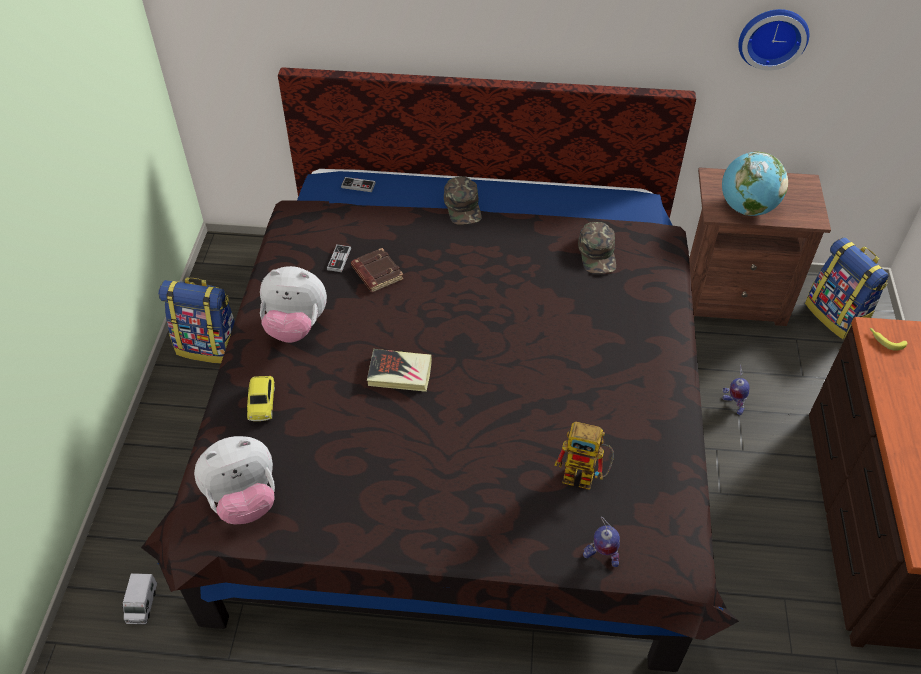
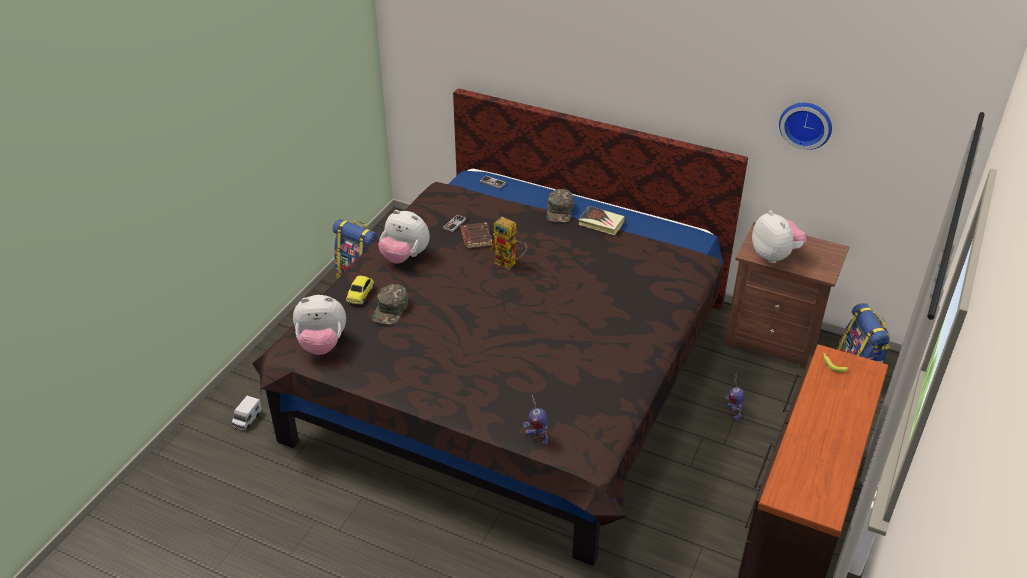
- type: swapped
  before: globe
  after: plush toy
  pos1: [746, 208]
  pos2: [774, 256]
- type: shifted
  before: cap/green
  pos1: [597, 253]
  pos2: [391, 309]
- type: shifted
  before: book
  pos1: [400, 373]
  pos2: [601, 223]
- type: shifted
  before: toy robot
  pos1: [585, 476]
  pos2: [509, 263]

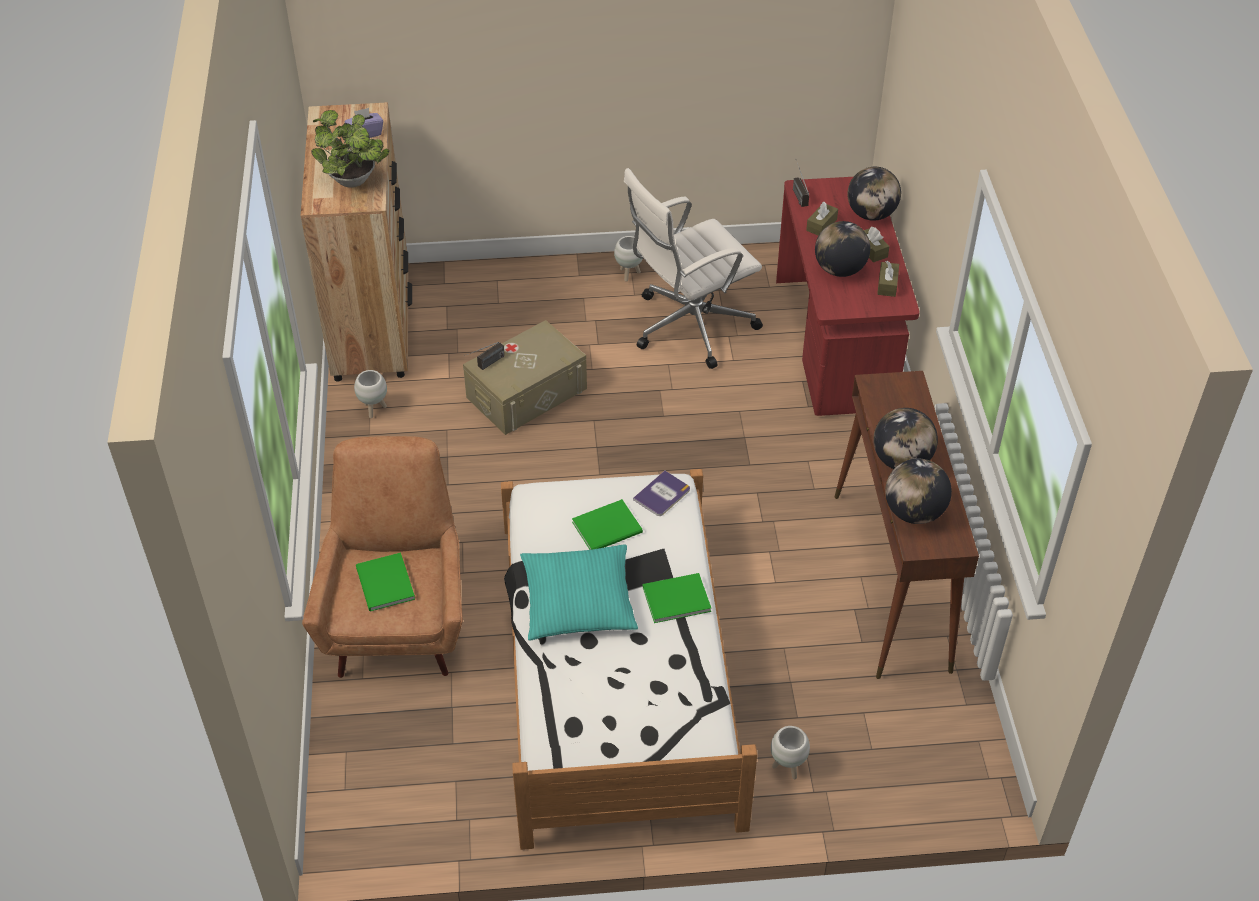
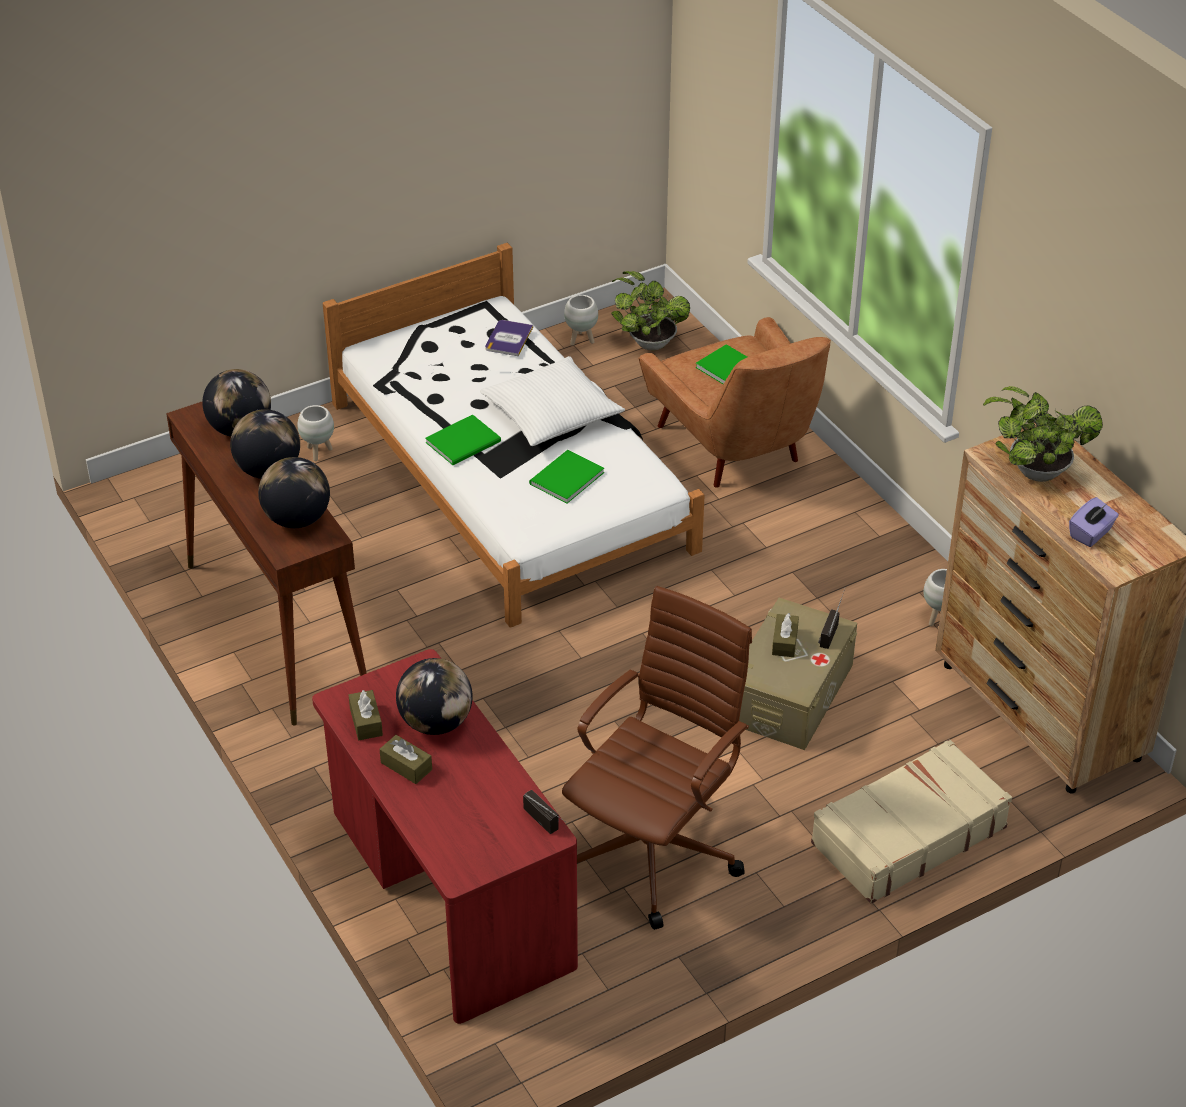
- type: shifted
  before: globe
  pos1: [871, 214]
  pos2: [297, 519]
- type: repainted
  before: office chair/white
  after: office chair/brown
  pos1: [689, 326]
  pos2: [654, 850]
- type: shifted
  before: tissue box/brown
  pos1: [821, 225]
  pos2: [784, 642]
- type: shifted
  before: planter/white
  pos1: [629, 274]
  pos2: [581, 340]
- type: shifted
  before: book
  pos1: [662, 494]
  pos2: [508, 338]
- type: repainted
  before: pillow/turquoise
  after: pillow/white
  pos1: [578, 601]
  pos2: [551, 414]
- type: new
  after: potted plant
  pos2: [649, 342]
- type: new
  after: suitcase/beige
  pos2: [907, 835]

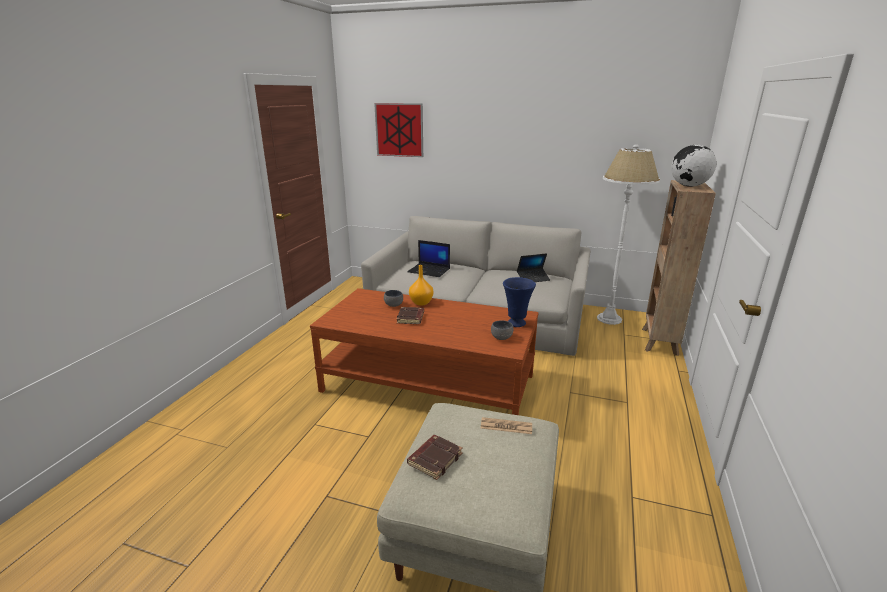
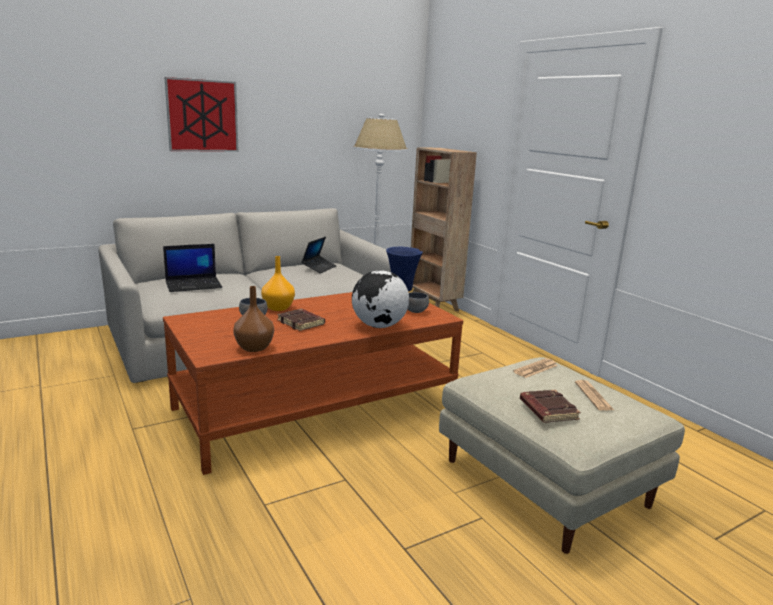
- type: shifted
  before: picture
  pos1: [399, 130]
  pos2: [202, 116]
- type: shifted
  before: globe
  pos1: [688, 186]
  pos2: [379, 326]
- type: new
  after: vase/brown
  pos2: [253, 348]
- type: new
  after: newspaper
  pos2: [593, 396]

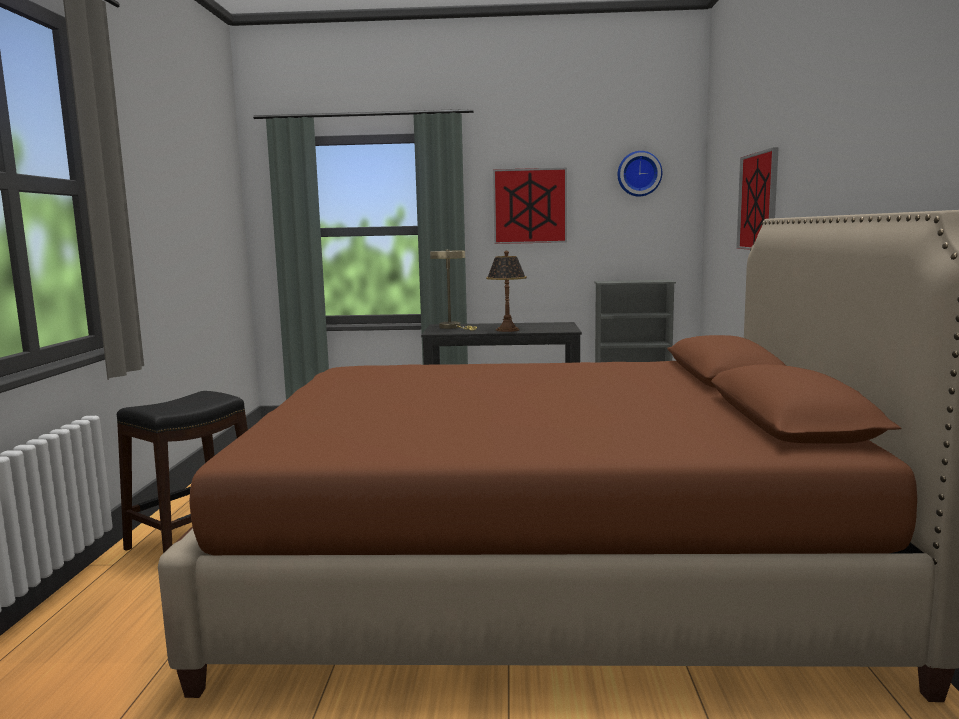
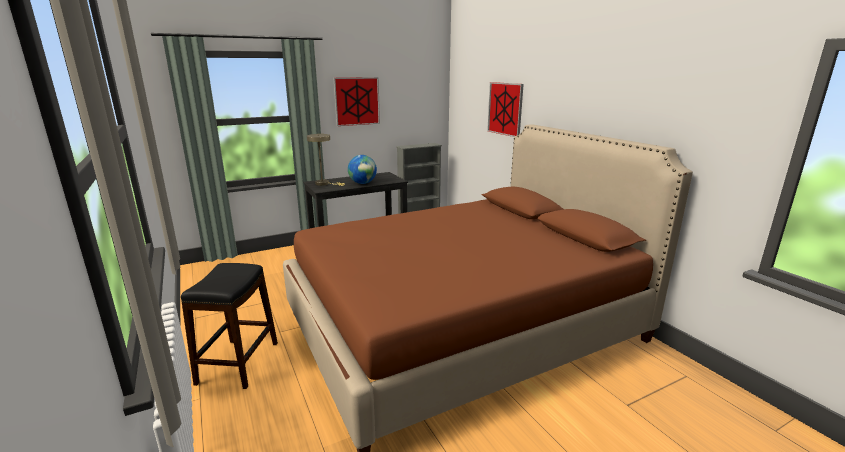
- type: gone
  before: wall clock
  pos1: [639, 174]
- type: swapped
  before: table lamp
  after: globe
  pos1: [507, 330]
  pos2: [363, 183]

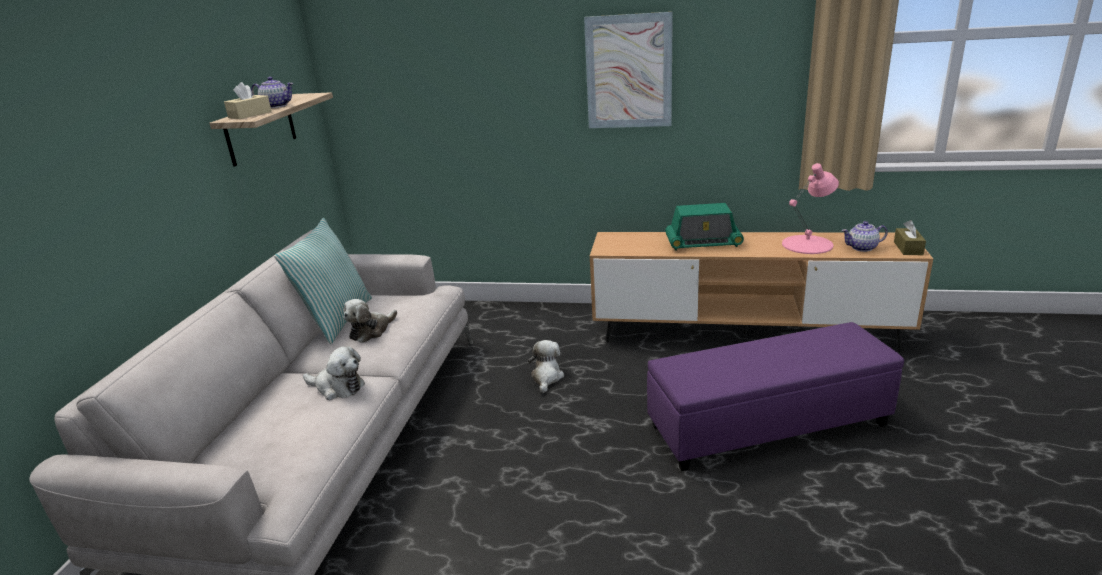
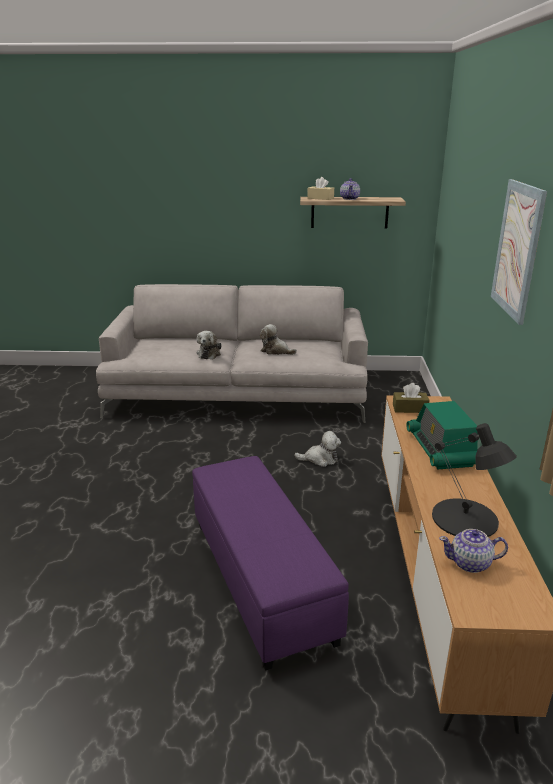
- type: repainted
  before: table lamp/pink
  after: table lamp/black
  pos1: [808, 244]
  pos2: [465, 519]
- type: gone
  before: pillow
  pos1: [336, 320]
- type: shifted
  before: tissue box/brown
  pos1: [908, 248]
  pos2: [410, 408]
- type: rotated
  before: teapot
  pos1: [862, 248]
  pos2: [470, 563]
  turn: -75

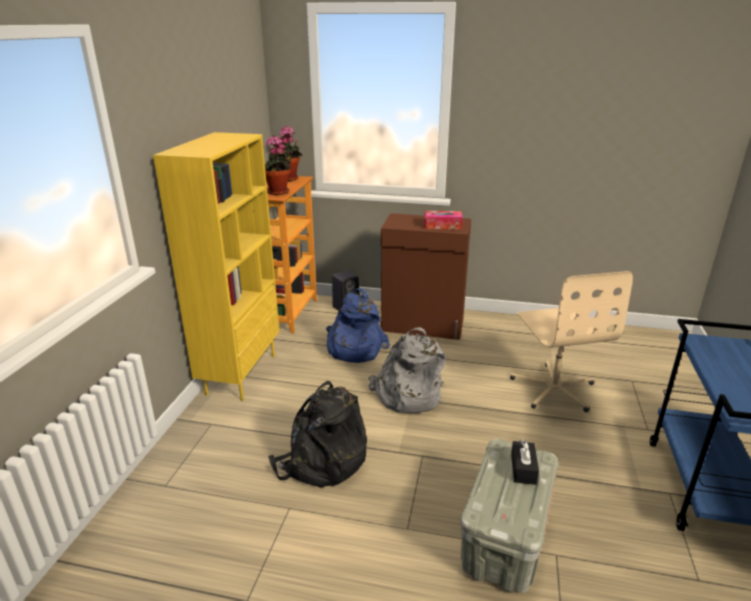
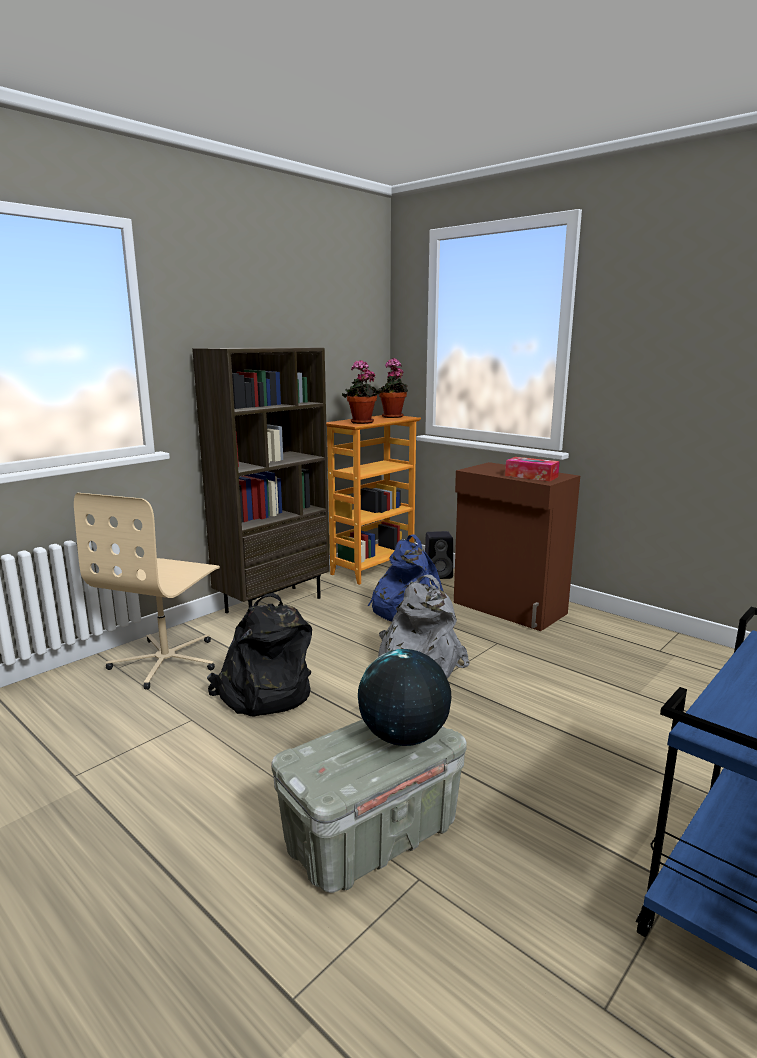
- type: repainted
  before: bookcase/yellow
  after: bookcase/brown
  pos1: [241, 374]
  pos2: [273, 604]
- type: shifted
  before: office chair/beige
  pos1: [553, 388]
  pos2: [167, 661]
- type: swapped
  before: tissue box/black
  after: globe
  pos1: [523, 469]
  pos2: [403, 737]

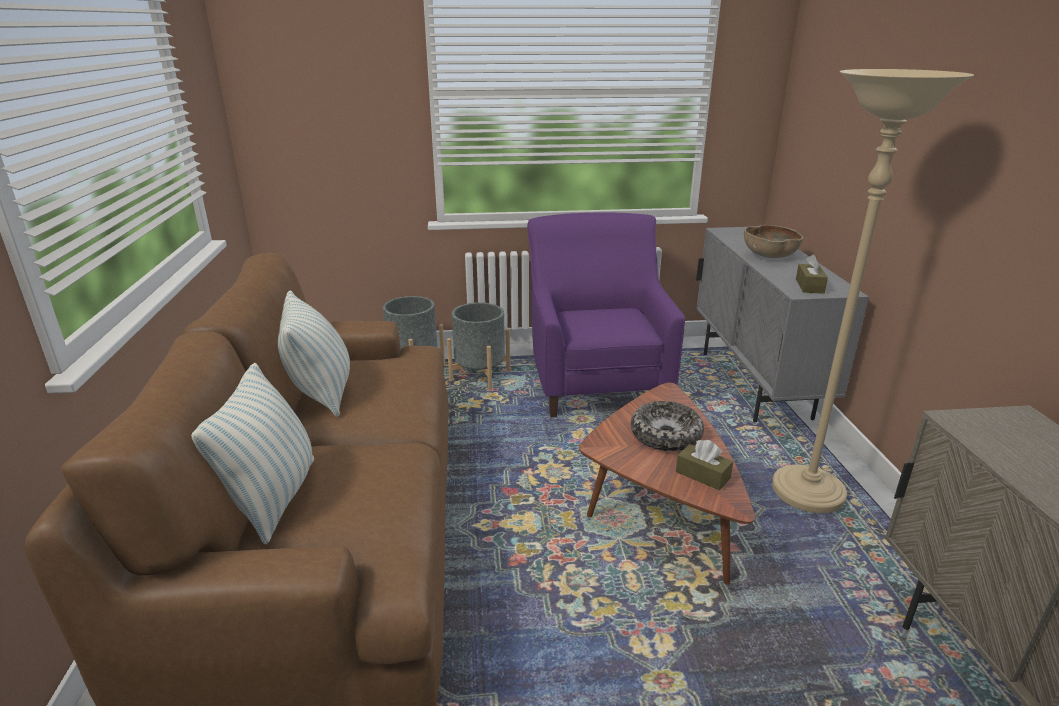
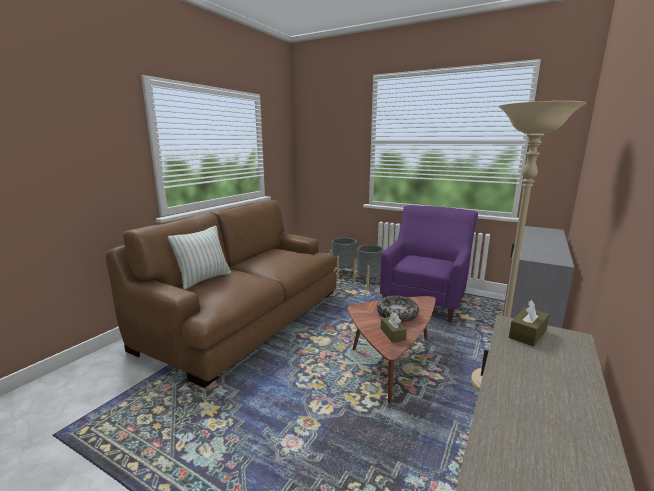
- type: gone
  before: bowl/brown
  pos1: [769, 256]
- type: shifted
  before: tissue box/brown
  pos1: [809, 286]
  pos2: [527, 334]
- type: gone
  before: pillow
  pos1: [321, 393]

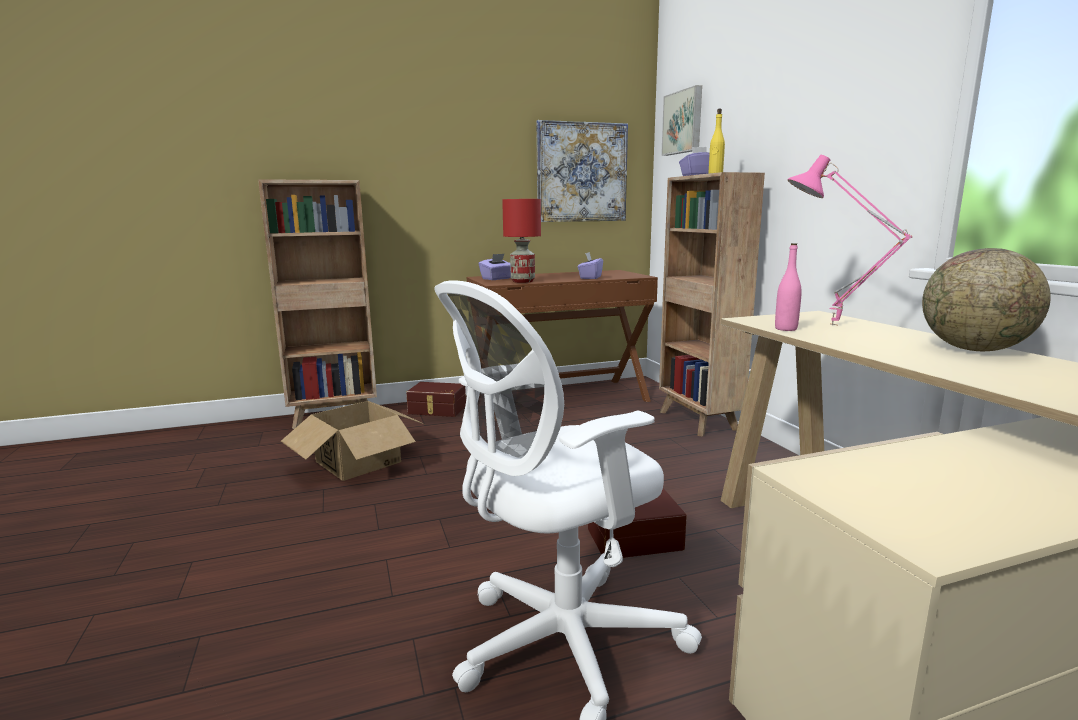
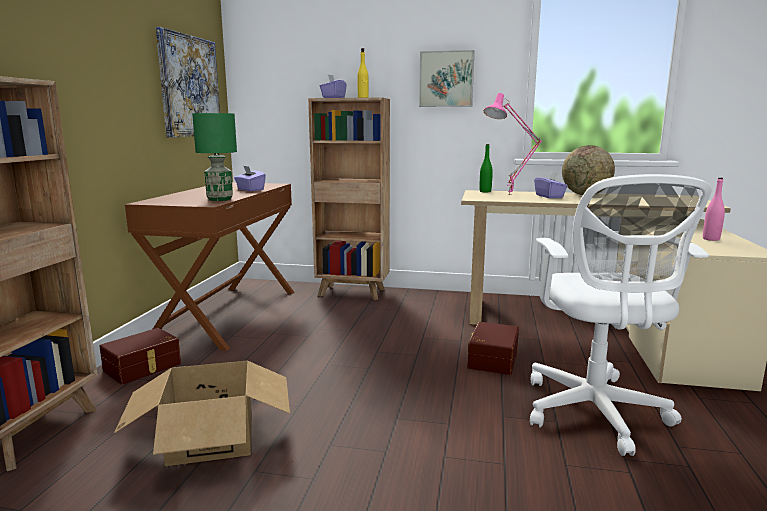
- type: shifted
  before: picture
  pos1: [683, 122]
  pos2: [446, 79]
- type: repainted
  before: table lamp/red
  after: table lamp/green
  pos1: [523, 281]
  pos2: [220, 199]
- type: shifted
  before: bottle/pink
  pos1: [785, 329]
  pos2: [711, 239]
- type: shifted
  before: tissue box/purple
  pos1: [497, 279]
  pos2: [549, 196]
- type: new
  after: bottle/green
  pos2: [485, 191]

